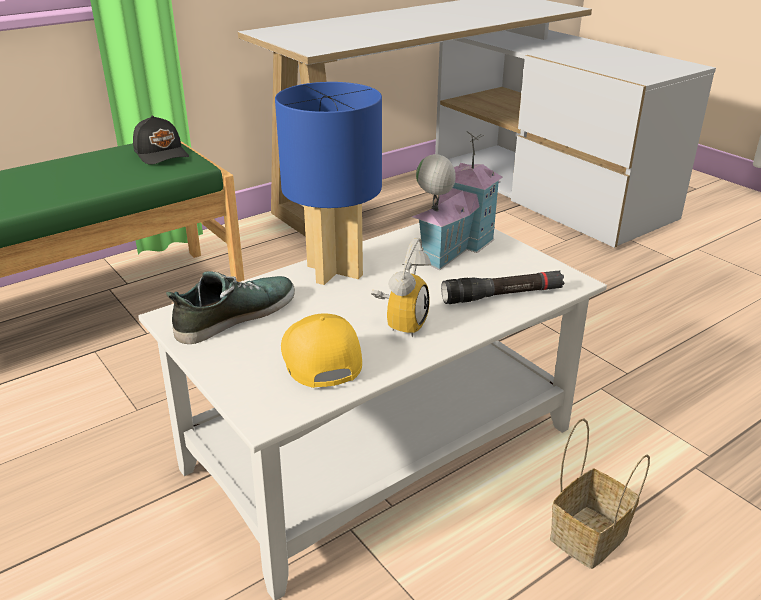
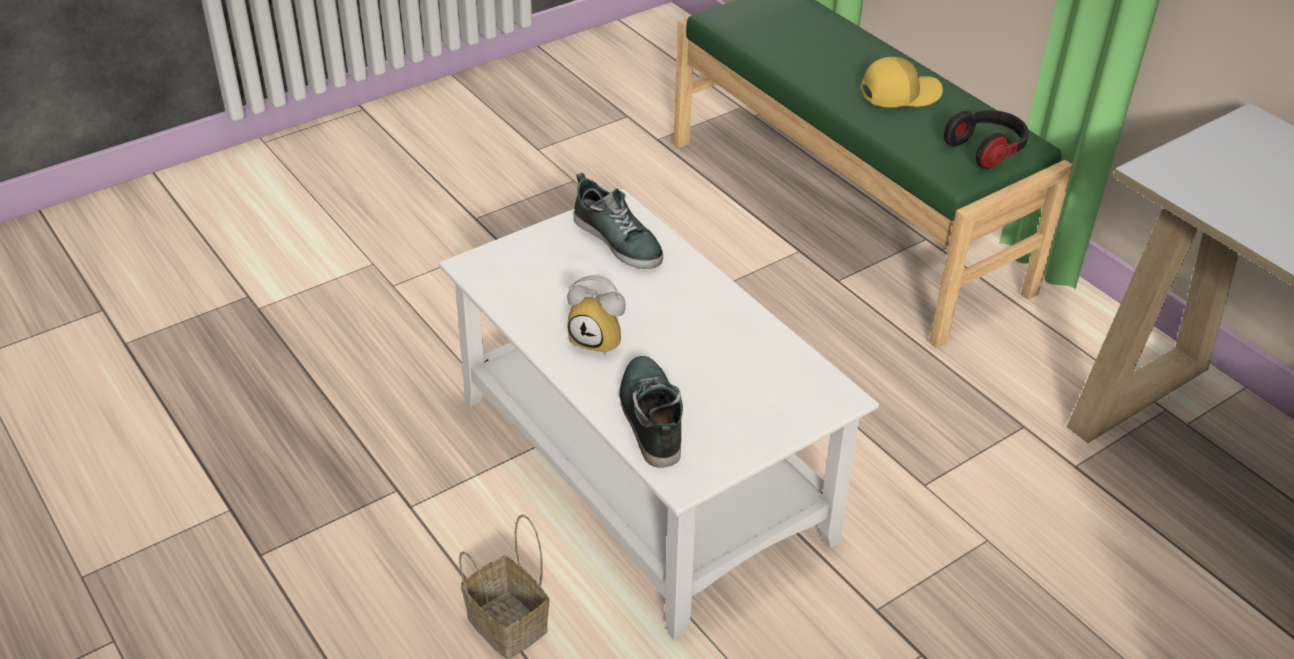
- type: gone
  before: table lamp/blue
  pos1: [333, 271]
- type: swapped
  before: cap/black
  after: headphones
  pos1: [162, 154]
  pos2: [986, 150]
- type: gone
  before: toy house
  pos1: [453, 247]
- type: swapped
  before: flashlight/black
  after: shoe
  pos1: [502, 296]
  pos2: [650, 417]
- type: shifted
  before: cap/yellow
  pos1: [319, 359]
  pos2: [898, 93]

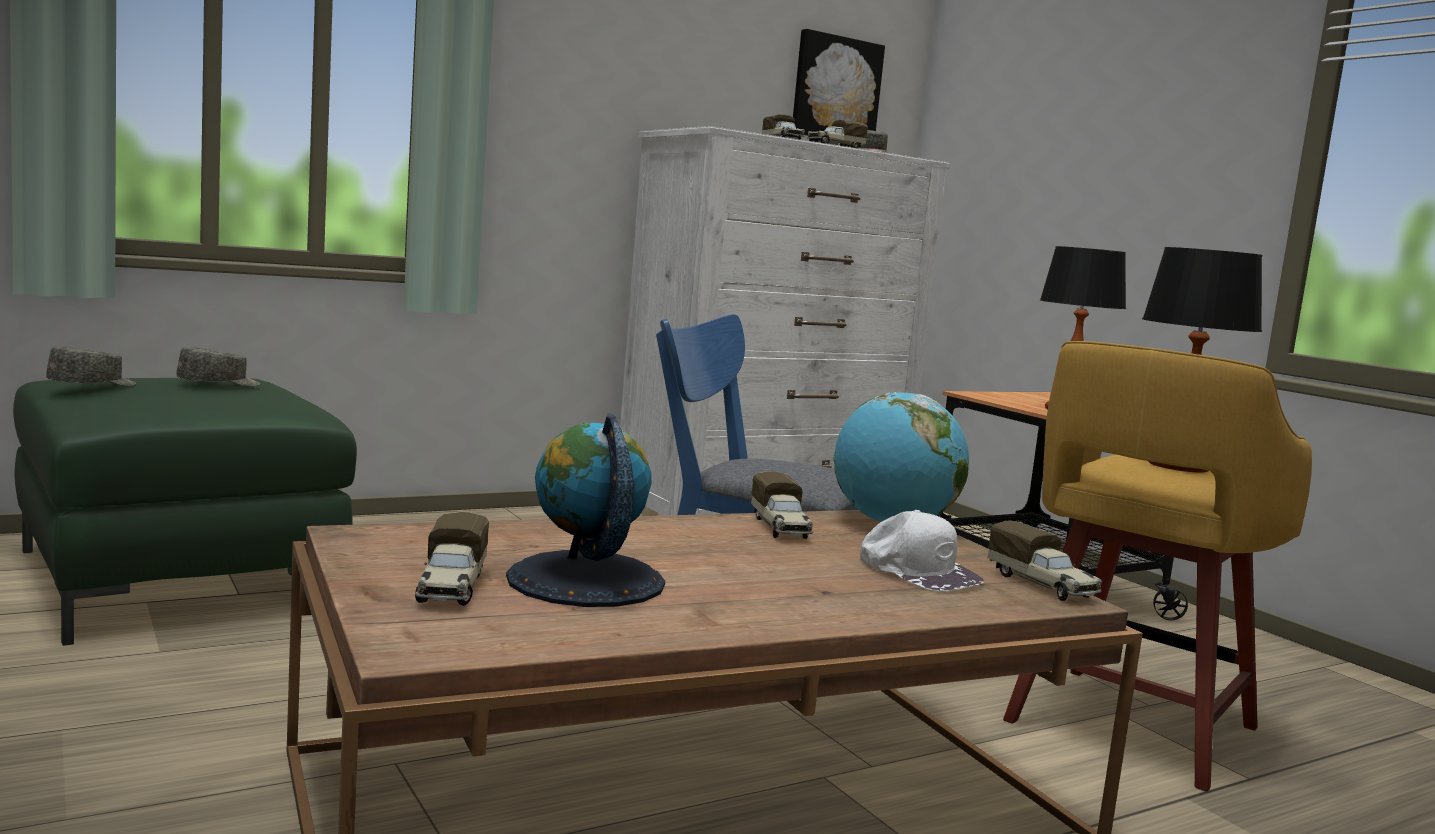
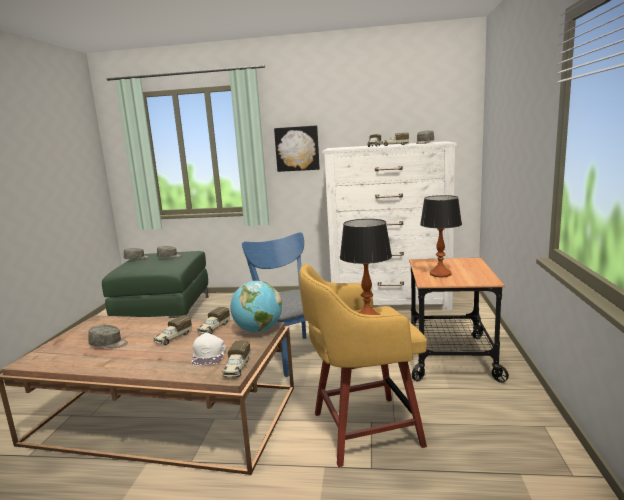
- type: shifted
  before: picture
  pos1: [835, 89]
  pos2: [297, 148]
- type: swapped
  before: globe
  after: cap/grey
  pos1: [585, 580]
  pos2: [109, 344]
- type: shifted
  before: toy truck
  pos1: [451, 588]
  pos2: [173, 338]

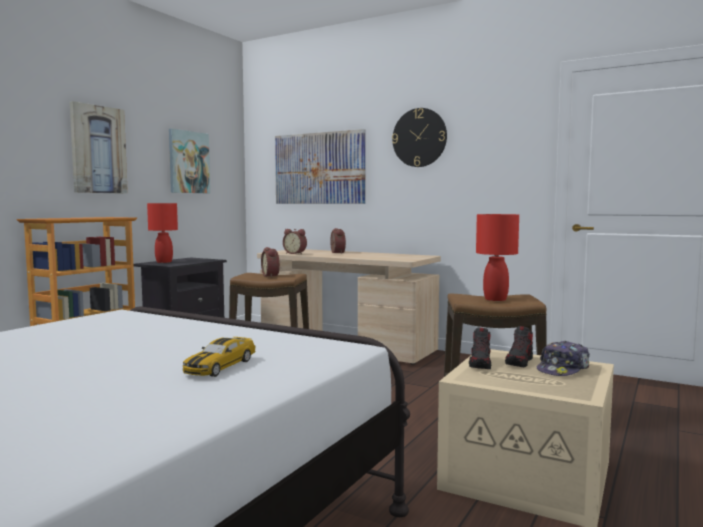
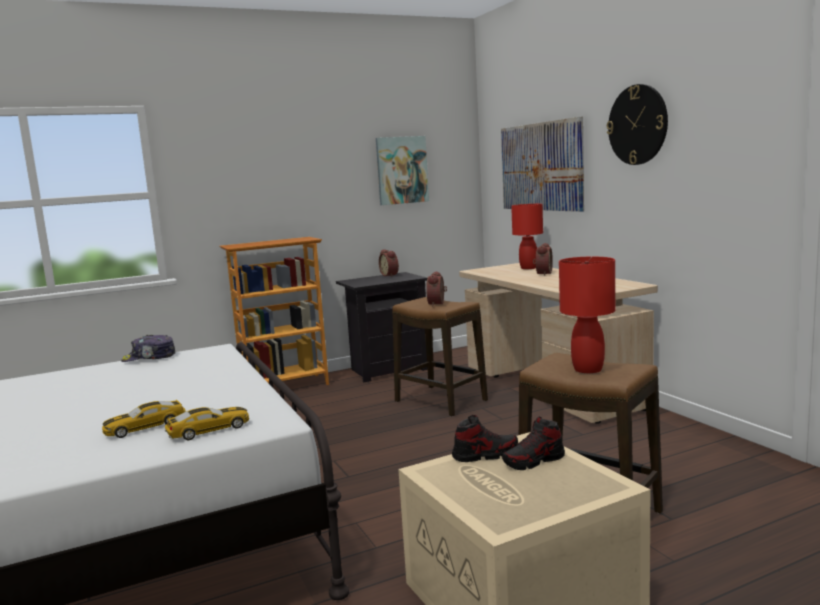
- type: gone
  before: picture
  pos1: [98, 149]
- type: shifted
  before: table lamp/red
  pos1: [164, 262]
  pos2: [528, 268]
- type: shifted
  before: alarm clock
  pos1: [295, 253]
  pos2: [390, 275]
- type: rotated
  before: shoe
  pos1: [480, 364]
  pos2: [485, 455]
  turn: -150
- type: shifted
  before: cap
  pos1: [563, 369]
  pos2: [149, 358]
- type: new
  after: toy car
  pos2: [209, 430]

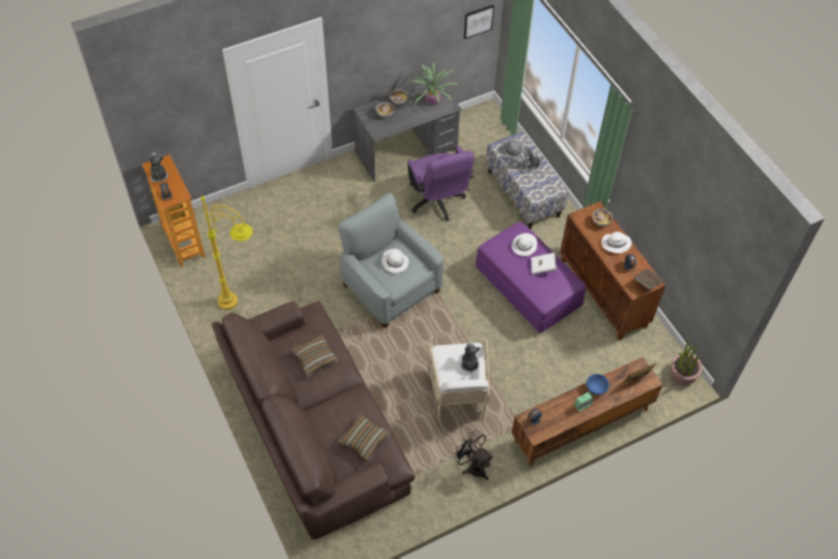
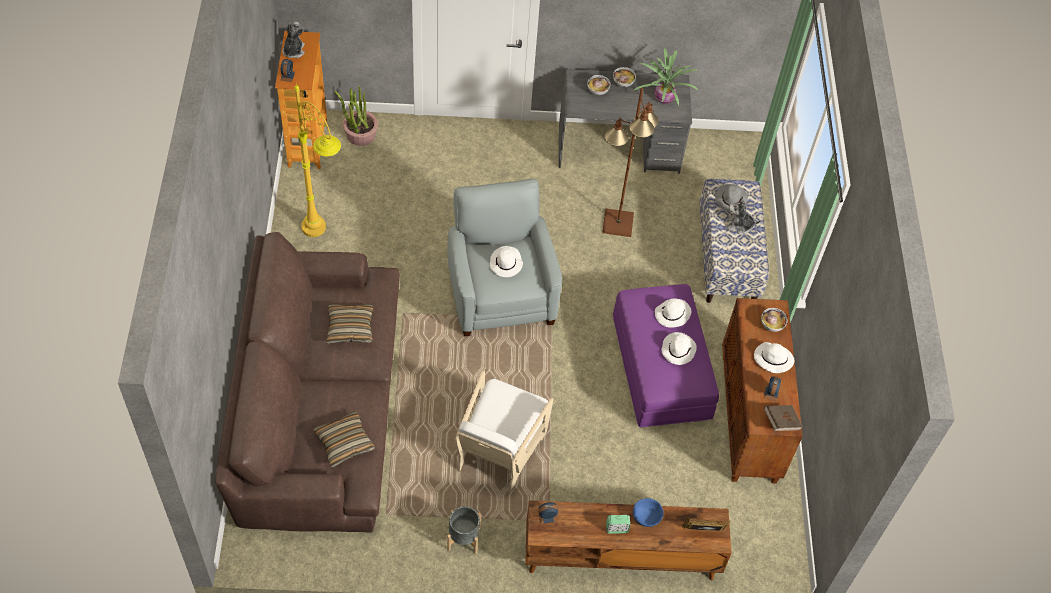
- type: gone
  before: picture
  pos1: [478, 21]
- type: swapped
  before: office chair/purple
  after: floor lamp/brown
  pos1: [438, 203]
  pos2: [617, 224]
- type: swapped
  before: book/white
  after: hat/white
  pos1: [542, 267]
  pos2: [678, 349]
- type: shifted
  before: potted plant
  pos1: [683, 373]
  pos2: [360, 134]
- type: gone
  before: plush toy
  pos1: [469, 363]
- type: swapped
  before: fan/black
  after: planter/grey
  pos1: [473, 466]
  pos2: [464, 538]

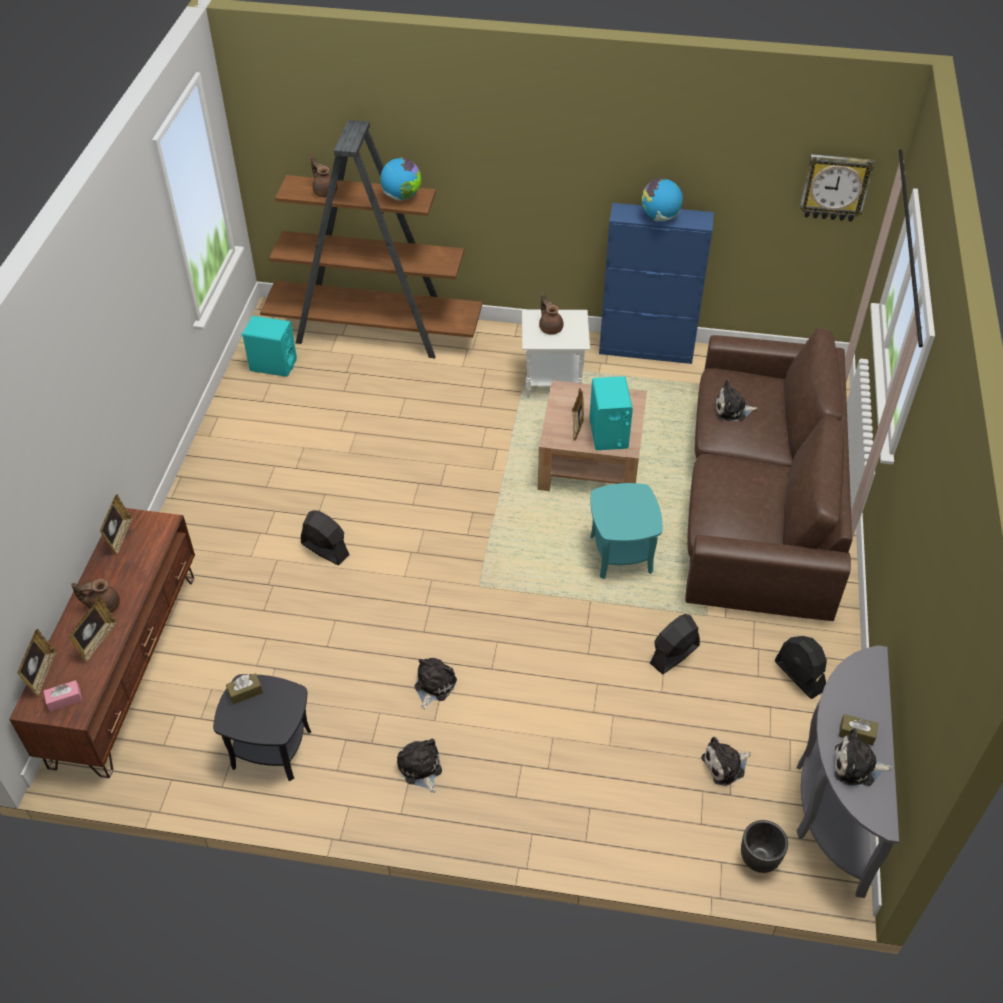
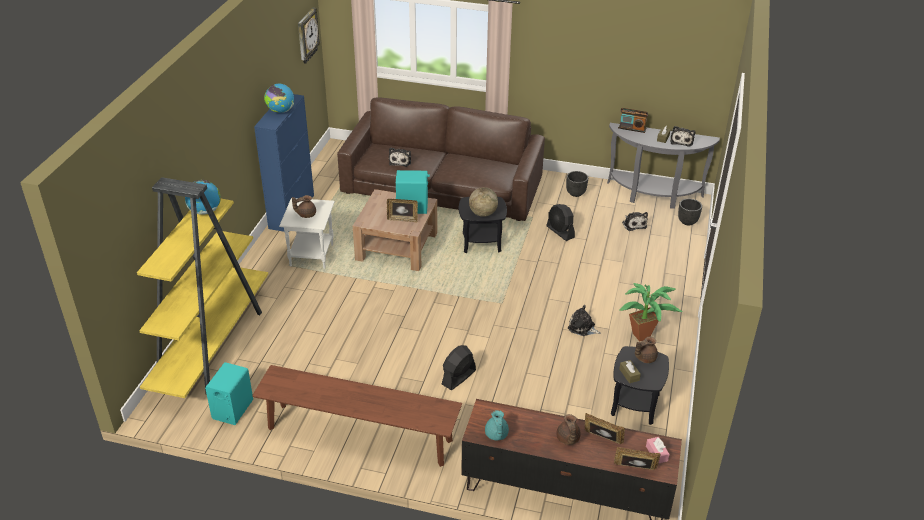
- type: repainted
  before: bookcase/brown
  after: bookcase/yellow
  pos1: [374, 331]
  pos2: [212, 345]
- type: shifted
  before: teapot/brown
  pos1: [325, 191]
  pos2: [644, 358]
- type: repainted
  before: side table/turquoise
  after: side table/black
  pos1: [621, 554]
  pos2: [481, 242]
- type: swapped
  before: picture frame
  after: teapot/turquoise
  pos1: [120, 536]
  pos2: [496, 435]
- type: swapped
  before: fan/black
  after: planter/black
  pos1: [799, 676]
  pos2: [575, 193]
- type: swapped
  before: plush toy
  after: potted plant
  pos1: [420, 769]
  pos2: [644, 336]
- type: new
  after: radio
  pos2: [632, 128]
- type: new
  after: globe
  pos2: [483, 213]
- type: new
  after: bench/brown
  pos2: [359, 434]

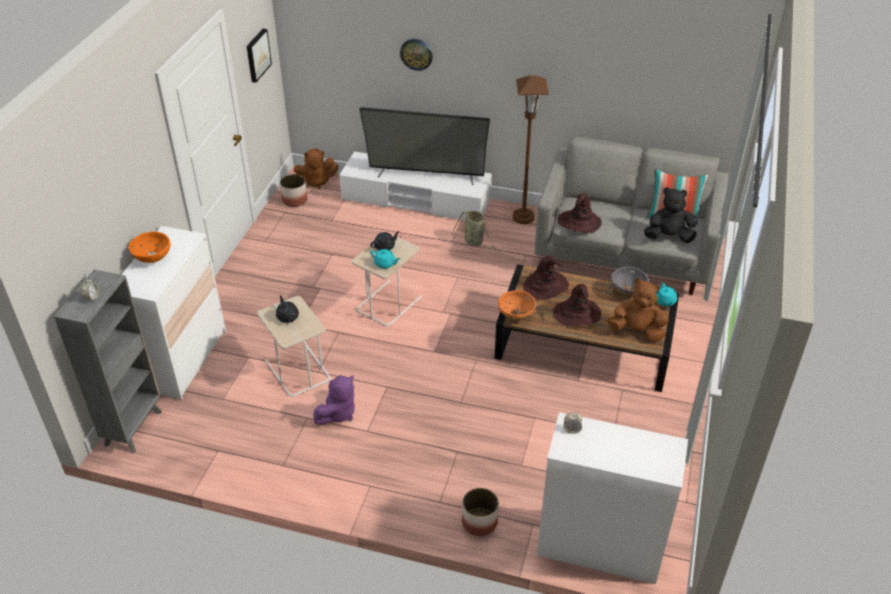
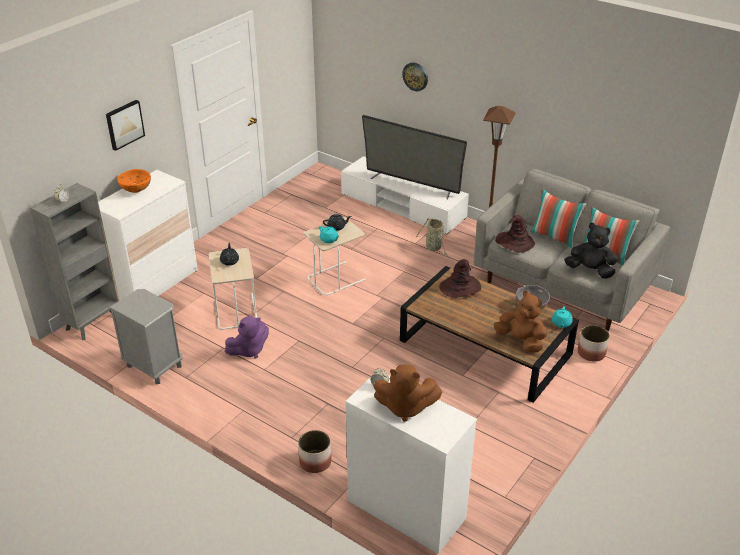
- type: shifted
  before: picture
  pos1: [257, 55]
  pos2: [124, 124]
- type: shifted
  before: plush toy/brown
  pos1: [316, 181]
  pos2: [405, 407]
- type: shifted
  before: planter
  pos1: [294, 200]
  pos2: [591, 353]
- type: gone
  before: hat/brown
  pos1: [577, 314]
- type: gone
  before: bowl/orange
  pos1: [516, 315]
- type: new
  after: pillow
  pos2: [554, 237]
- type: new
  after: nightstand/grey
  pos2: [154, 366]

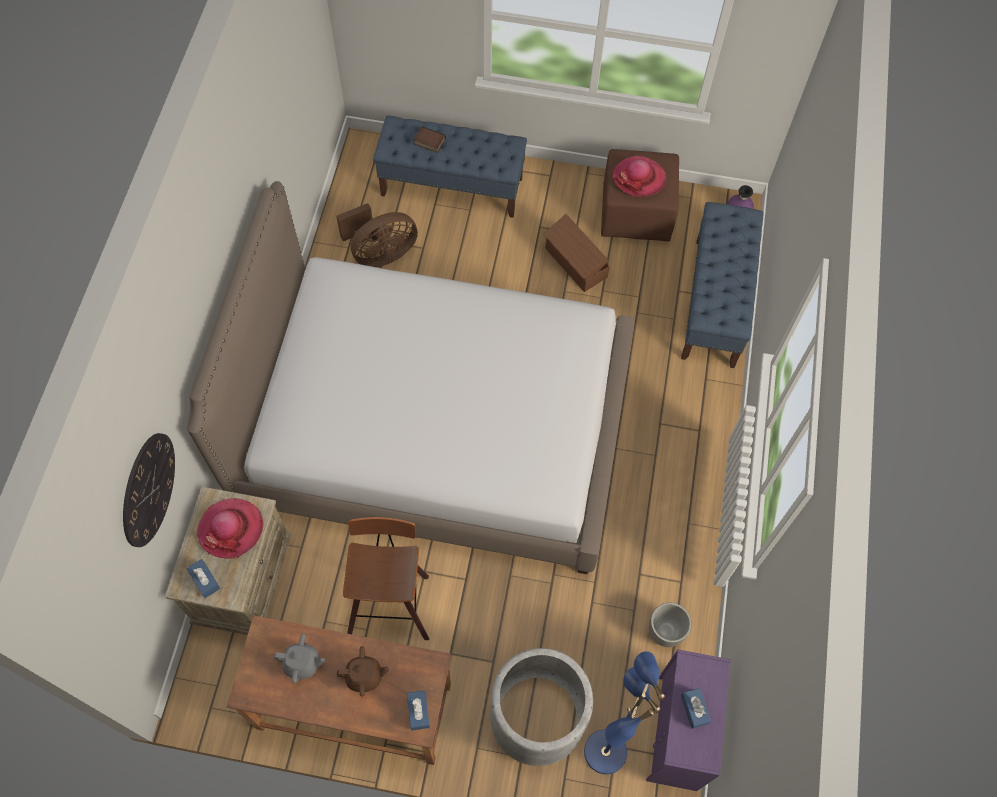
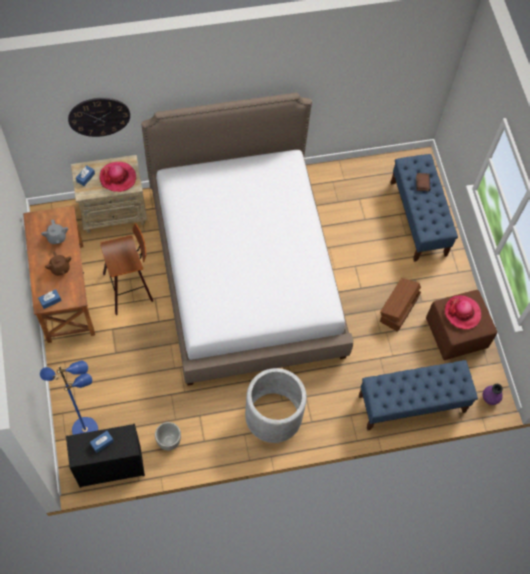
- type: gone
  before: fan/brown
  pos1: [380, 253]
- type: shifted
  before: planter/grey
  pos1: [537, 717]
  pos2: [273, 416]
- type: repainted
  before: dresser/purple
  after: dresser/black
  pos1: [677, 734]
  pos2: [109, 467]

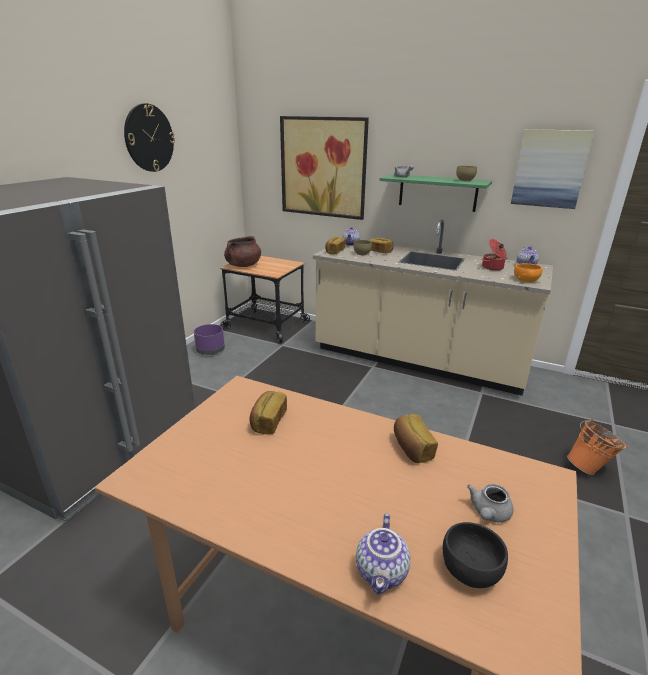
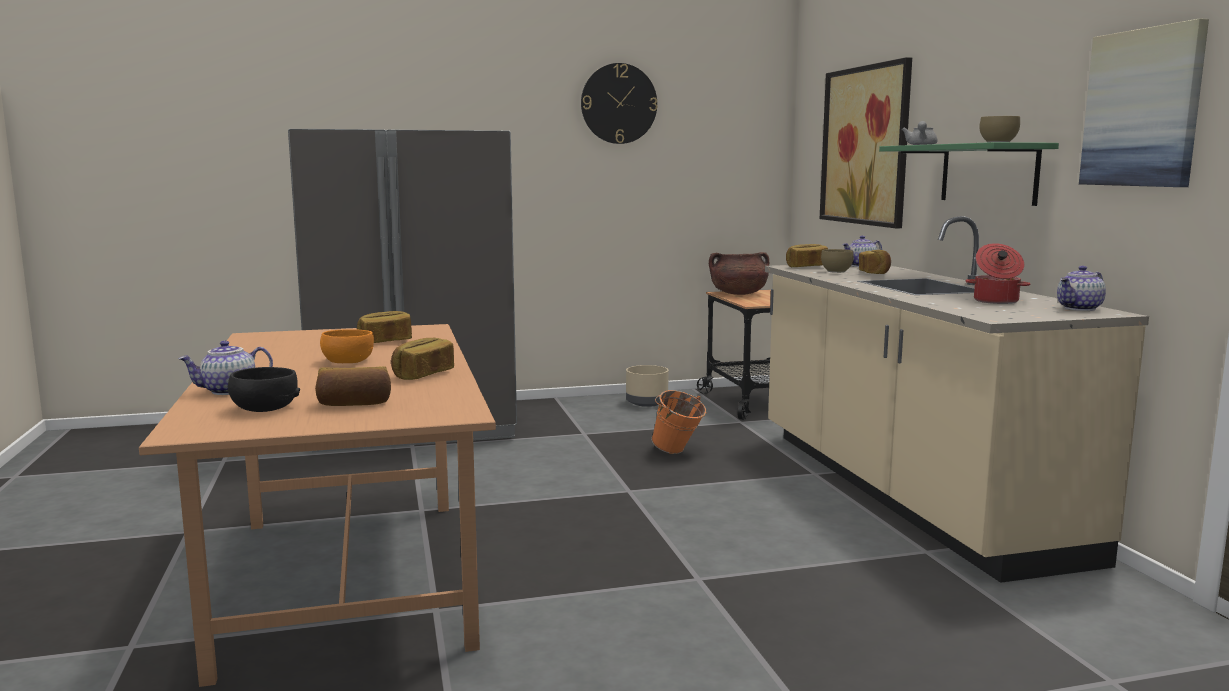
- type: shifted
  before: bowl/orange
  pos1: [526, 280]
  pos2: [348, 361]
- type: repainted
  before: planter/purple
  after: planter/beige
  pos1: [210, 350]
  pos2: [646, 403]
- type: shifted
  before: bucket/orange
  pos1: [589, 468]
  pos2: [677, 452]
- type: swapped
  before: teapot/grey
  after: bread
  pos1: [488, 513]
  pos2: [354, 404]

